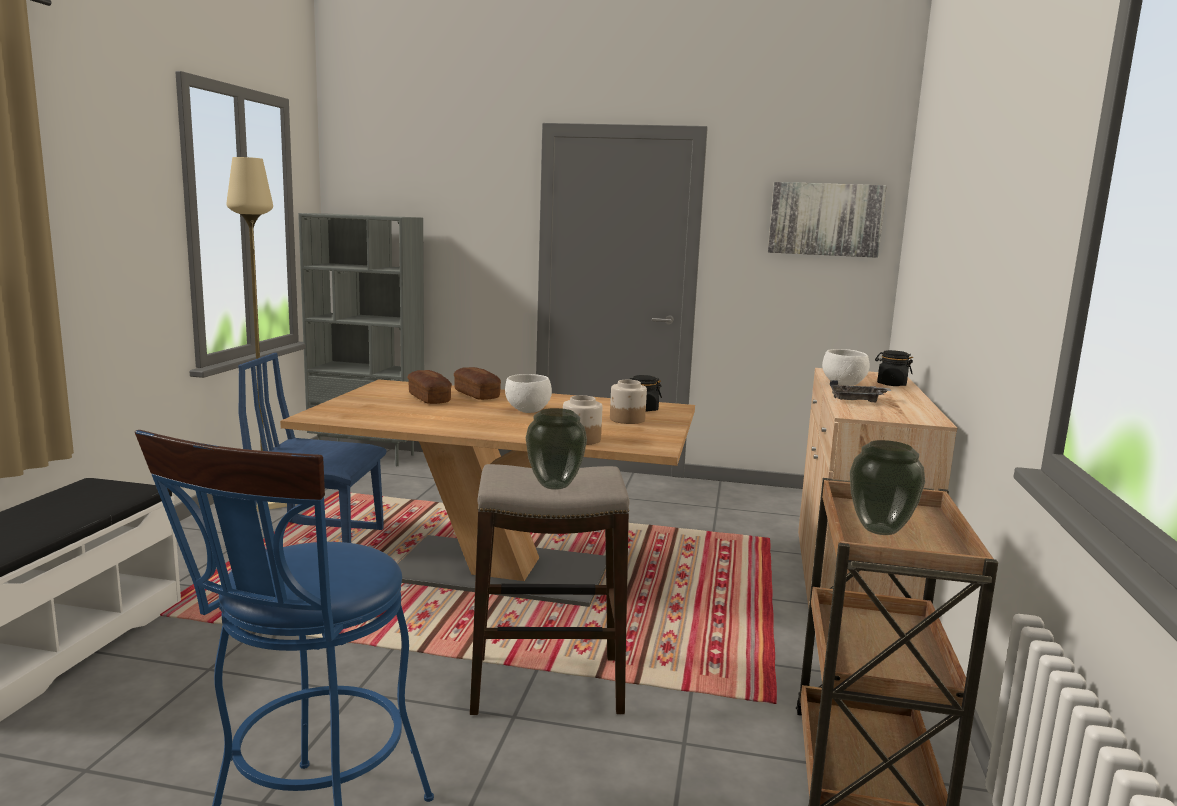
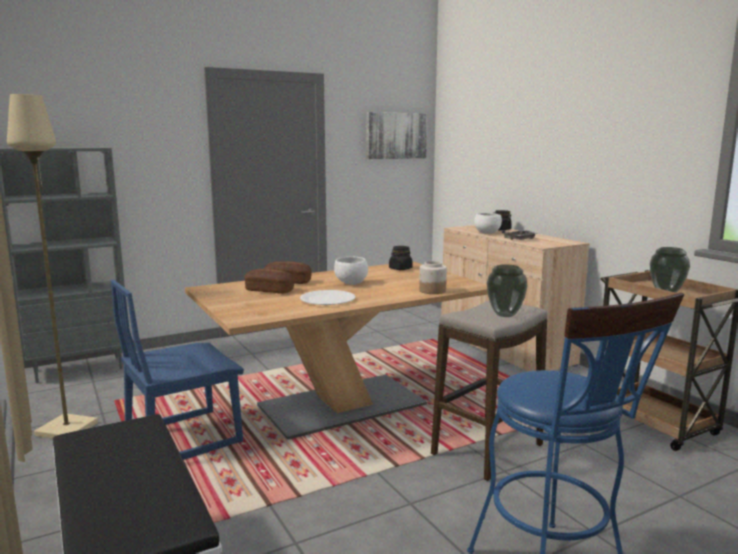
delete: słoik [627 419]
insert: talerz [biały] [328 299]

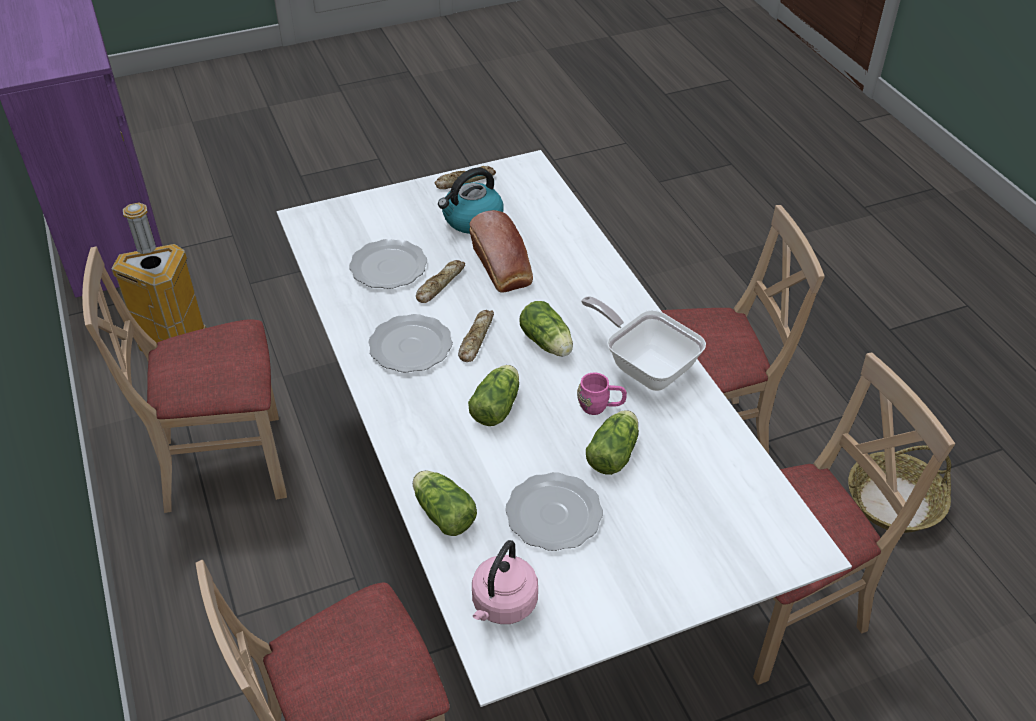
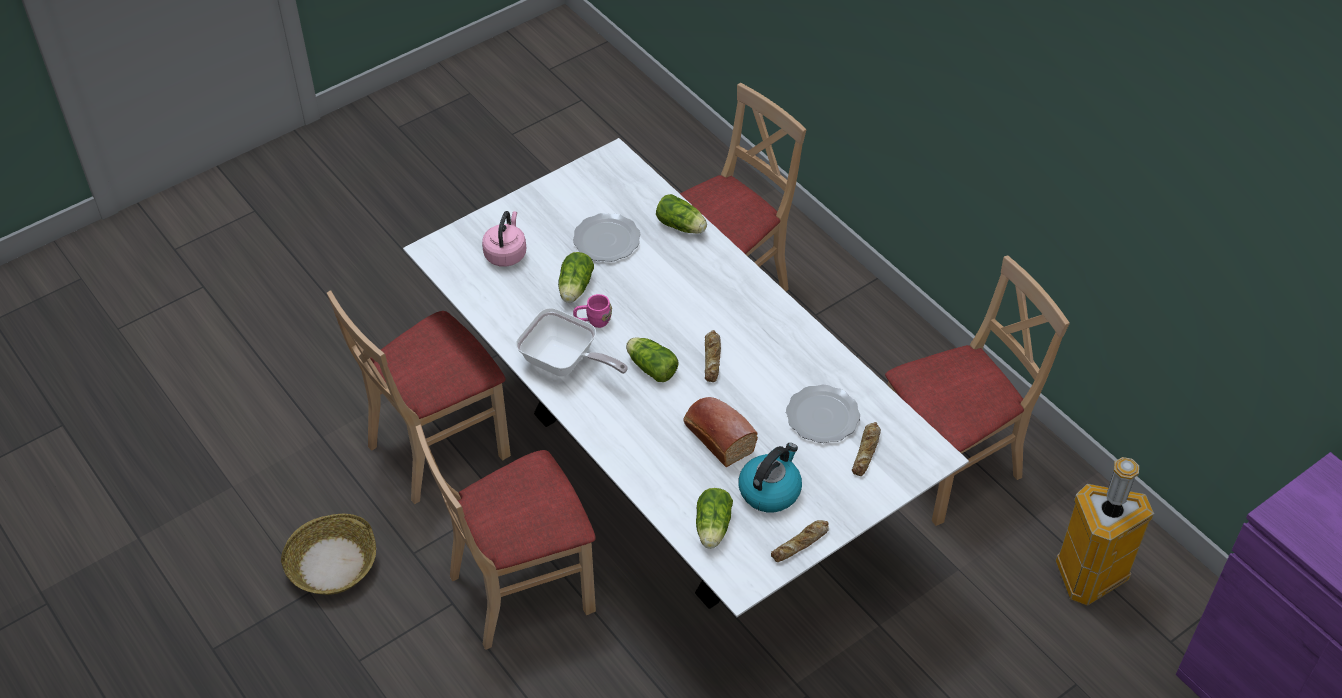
delete: talerz [412 345]
move: chleb [439 284] to [866 452]; sałata [497 405] to [712 529]; czajnik [różowy] [503 605] to [506 253]

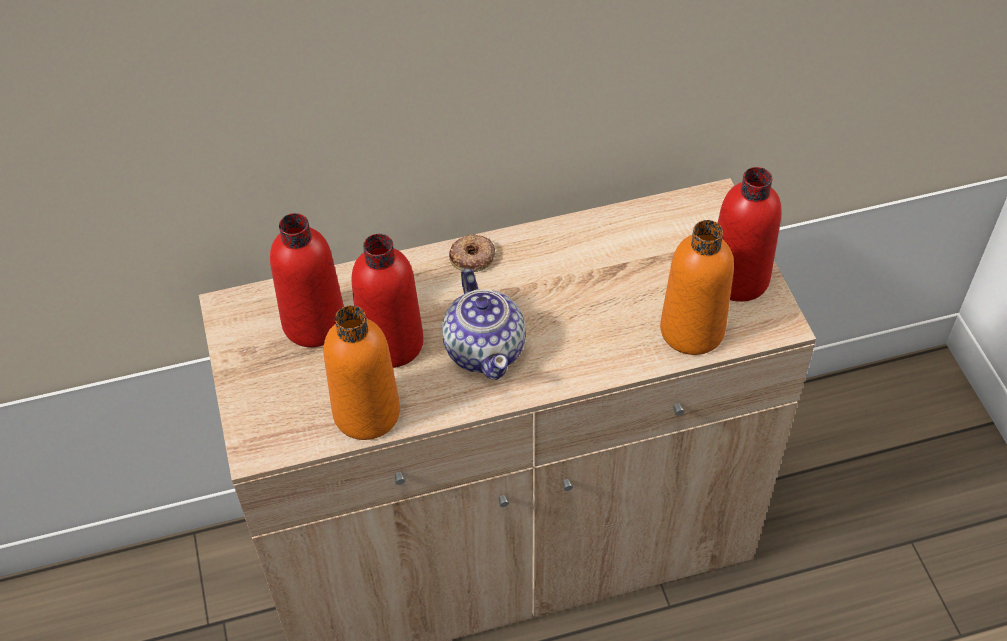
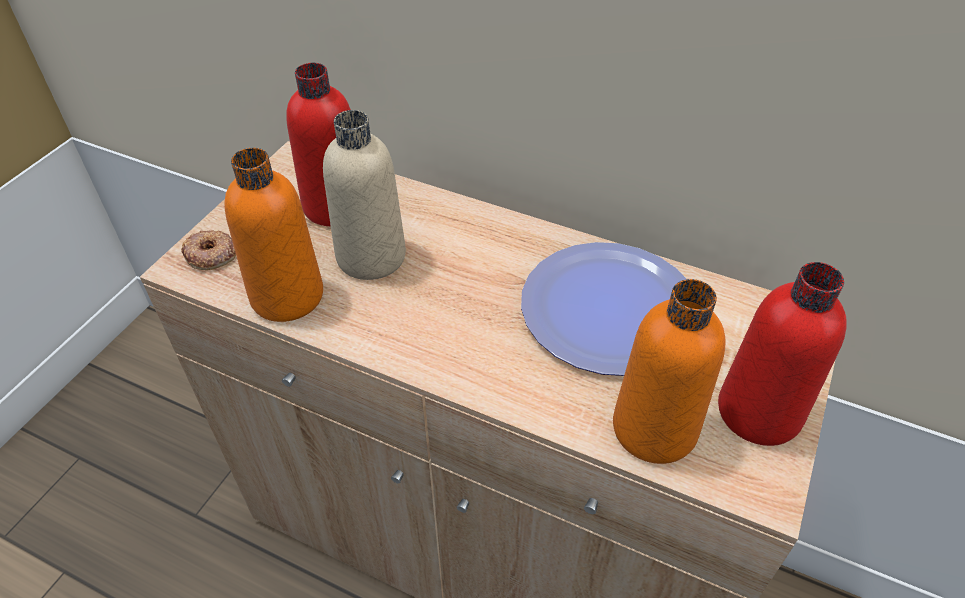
delete: imbryk [485 349]
insert: talerz [610 309]
move: donut [473 257] to [210 255]
recolor: butelka [czerwony] [391 343] to butelka [beżowy] [371 256]

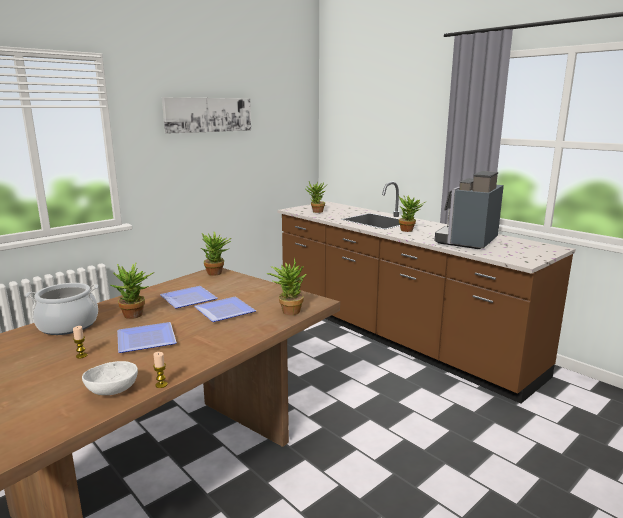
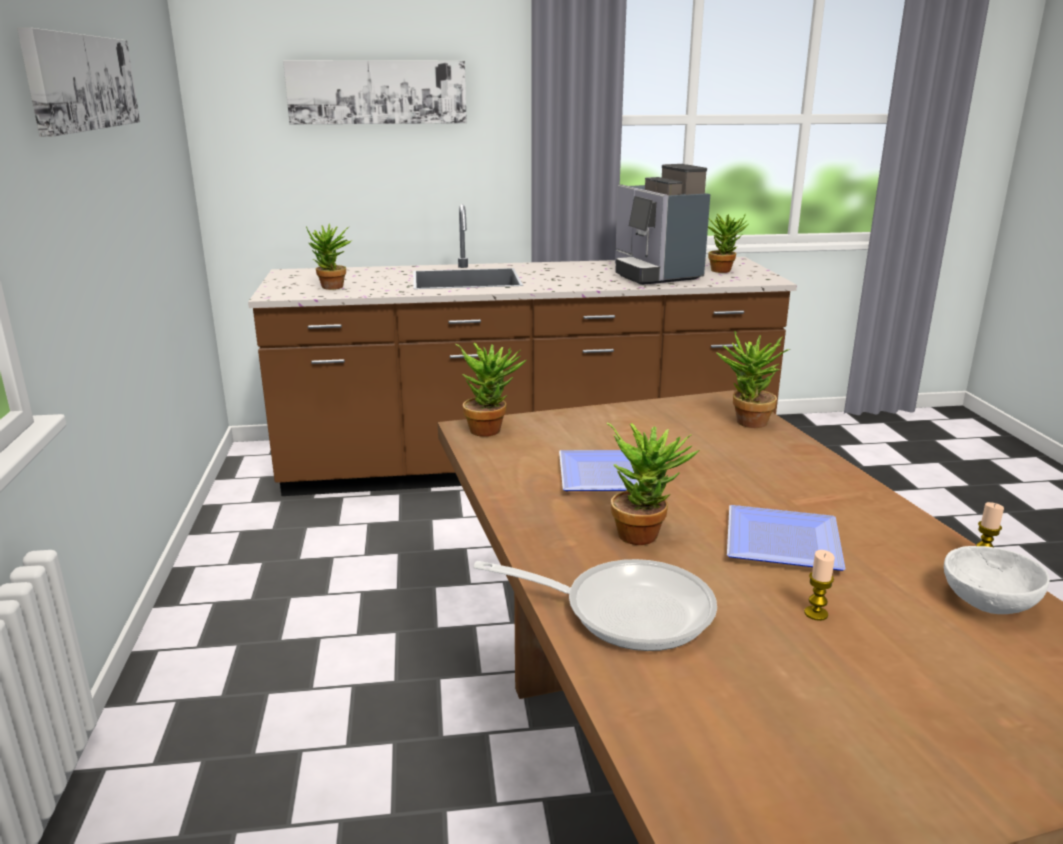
delete: talerz [224 312]
insert: obraz [377 92]
move: roślina doniczkowa [409 230] to [723 270]
replace: garnek [68 325] to patelnia [625 610]

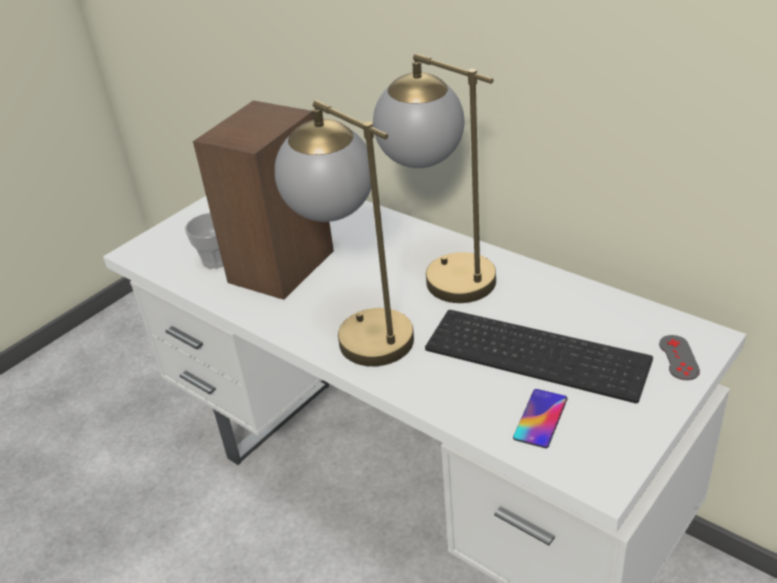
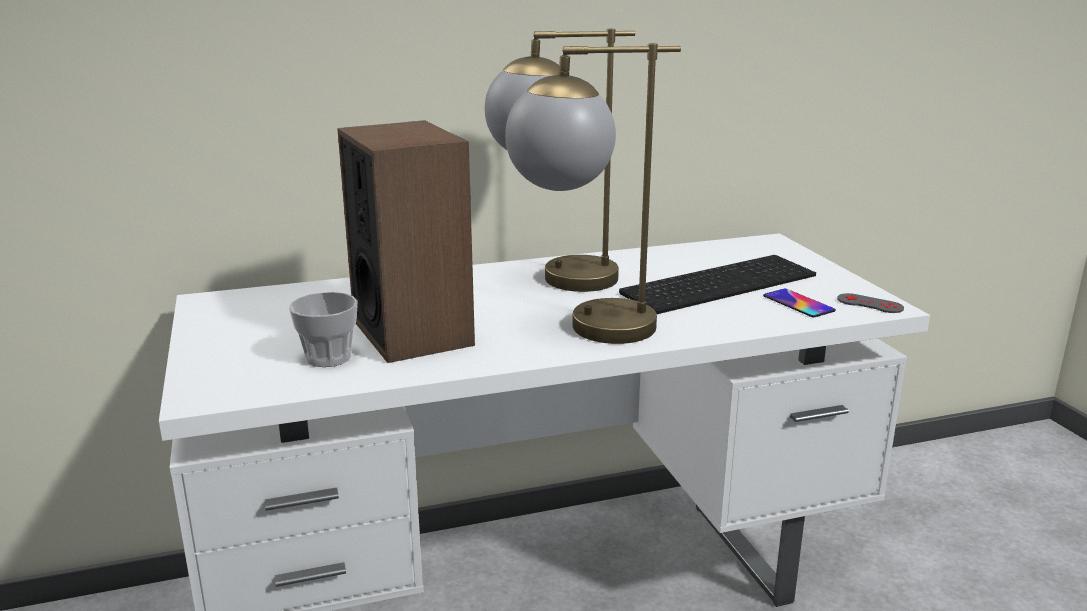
move: pad do gier [szary] [678 357] to [870 304]

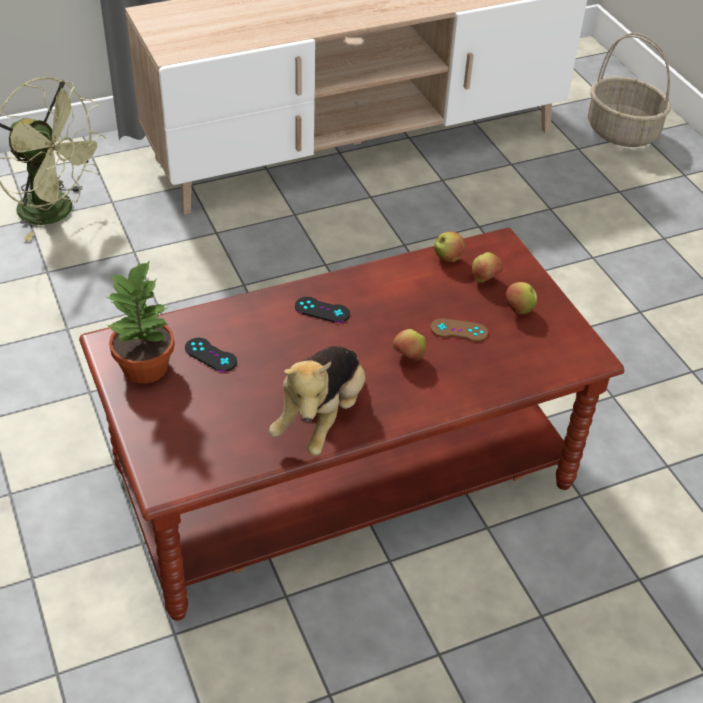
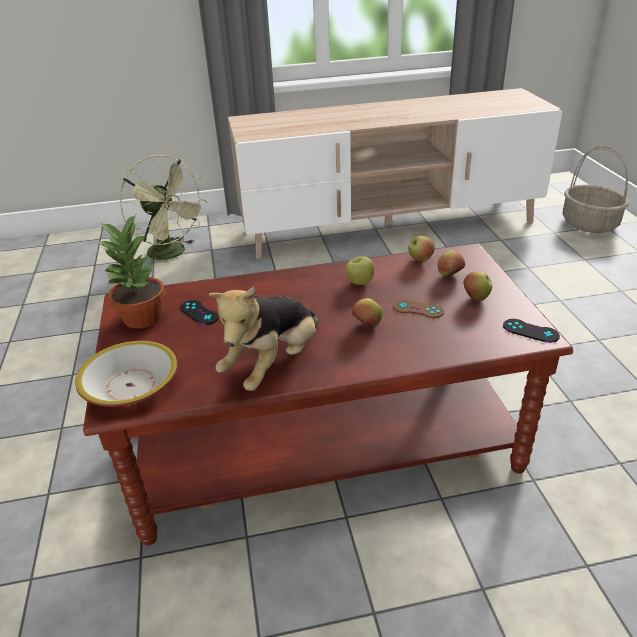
insert: miska [130 386]; jabłko [359 282]
move: pad do gier [czarny] [322 310] to [530 331]

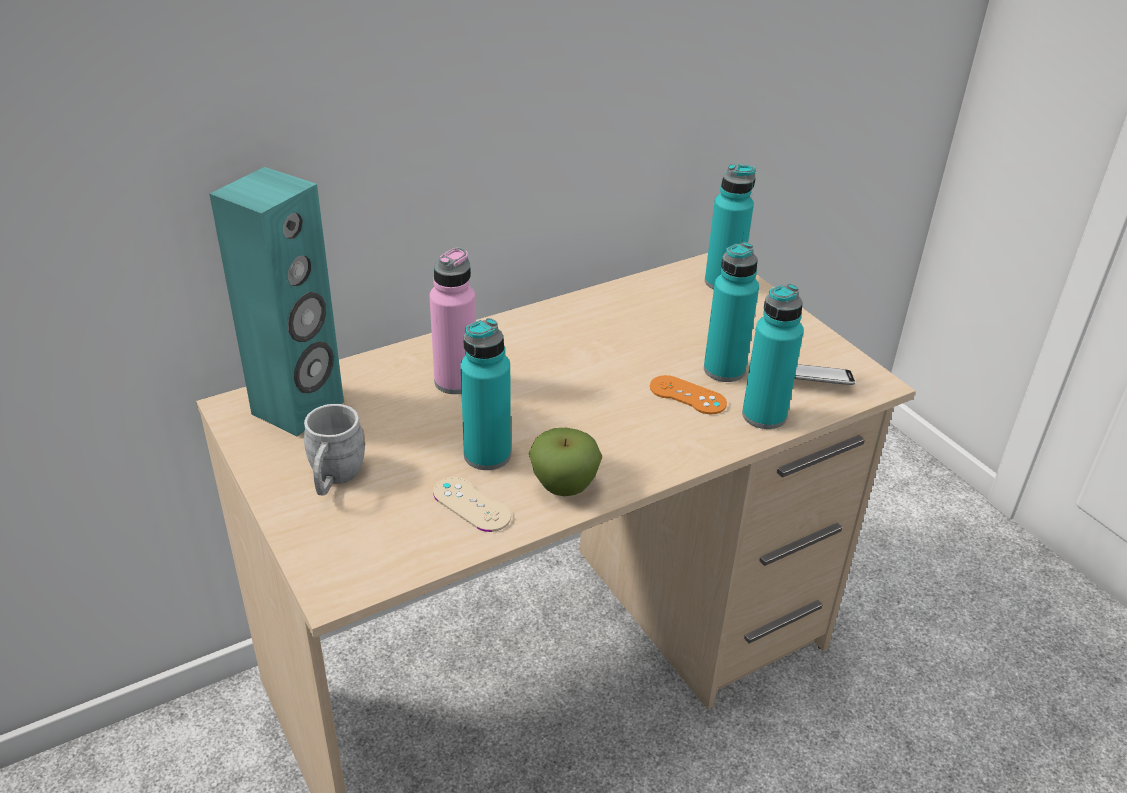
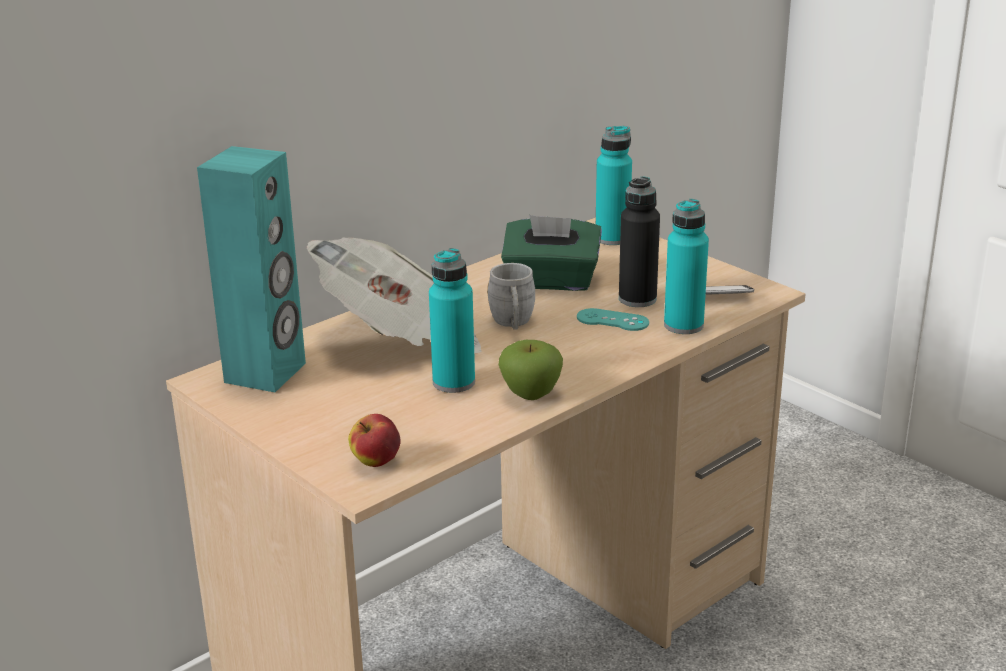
delete: pad do gier [beżowy] [471 504]
insert: jabłko [376 462]; pudełko chusteczek [zielony] [551 281]
move: kubek [szary] [334 478] to [512 324]
replace: butelka [różowy] [456 381] to gazeta [402 337]
recolor: pad do gier [pomarańczowy] [687 395] to pad do gier [turkusowy] [612 320]; butelka [turkusowy] [724 370] to butelka [czarny] [637 299]

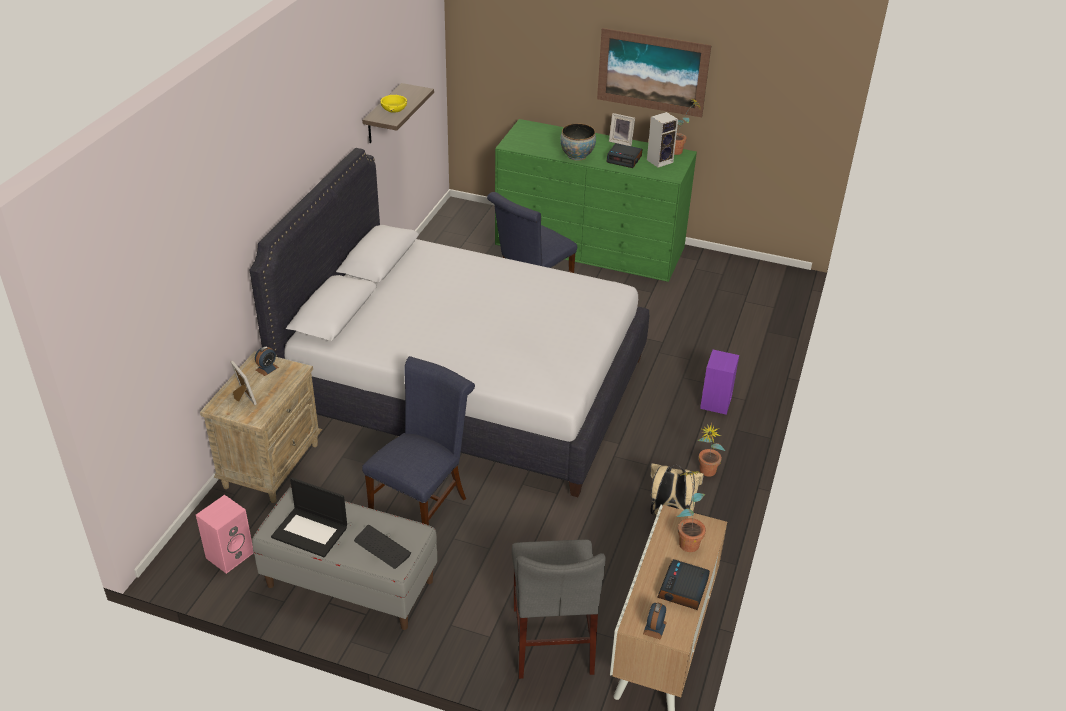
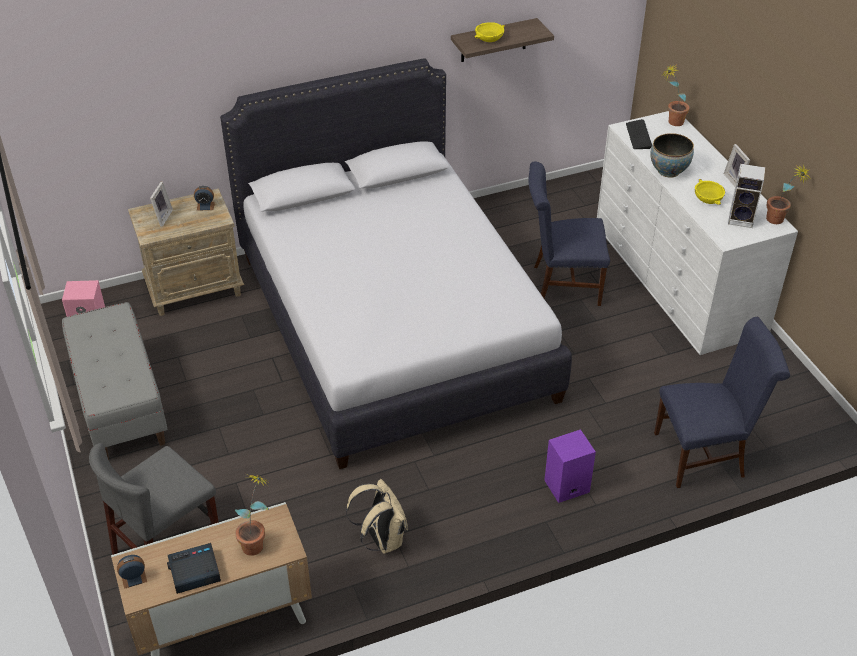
delete: laptop [311 532]; obraz [652 72]
move: klawiatura [382 548] to [638 135]; krzesło [niebieski] [422 502] to [705 454]; roślina doniczkowa [705 474] to [671 122]
replace: budzik [624 159] to miska [żółty] [708 198]
recolor: komoda [zielony] [590 246] to komoda [biały] [678 277]

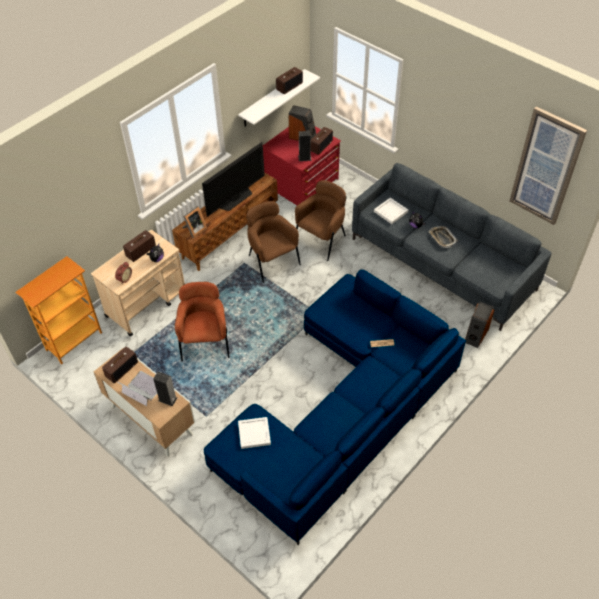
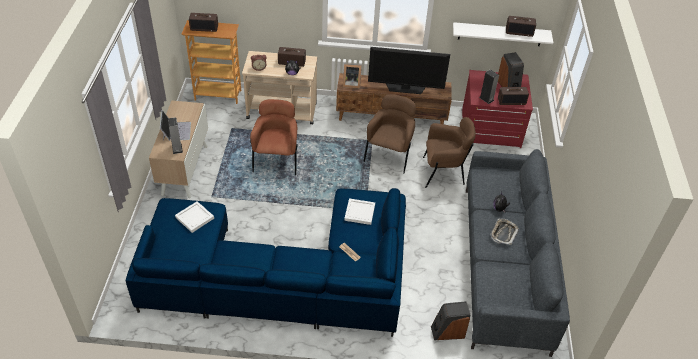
delete: obraz [546 167]
move: radio [121 369] to [204 28]; taca [biały] [390 212] to [359 212]
rotate: fotel [brązowy] [205 342] = [276 160] 45 degrees counterclockwise

